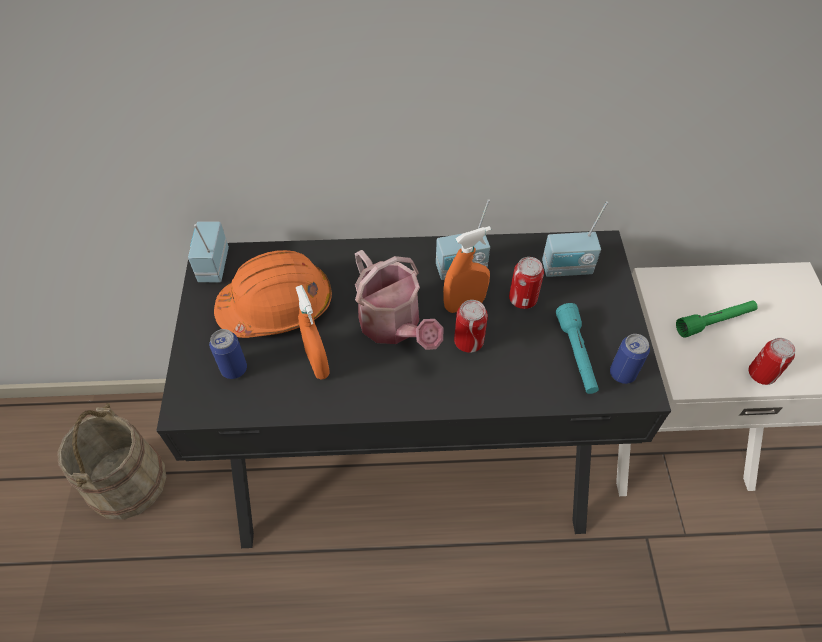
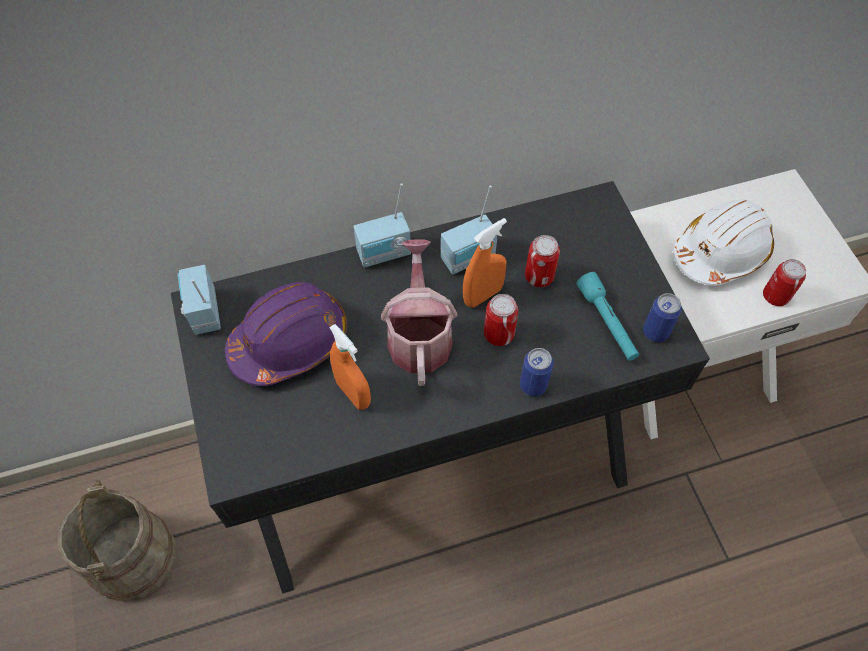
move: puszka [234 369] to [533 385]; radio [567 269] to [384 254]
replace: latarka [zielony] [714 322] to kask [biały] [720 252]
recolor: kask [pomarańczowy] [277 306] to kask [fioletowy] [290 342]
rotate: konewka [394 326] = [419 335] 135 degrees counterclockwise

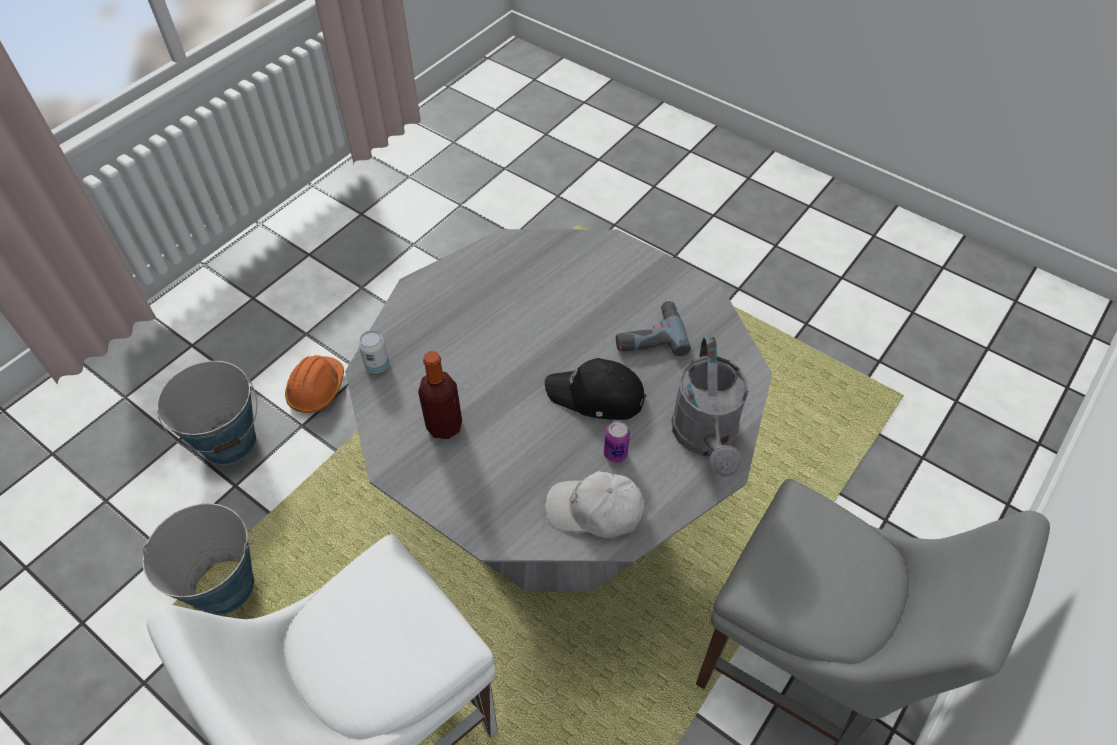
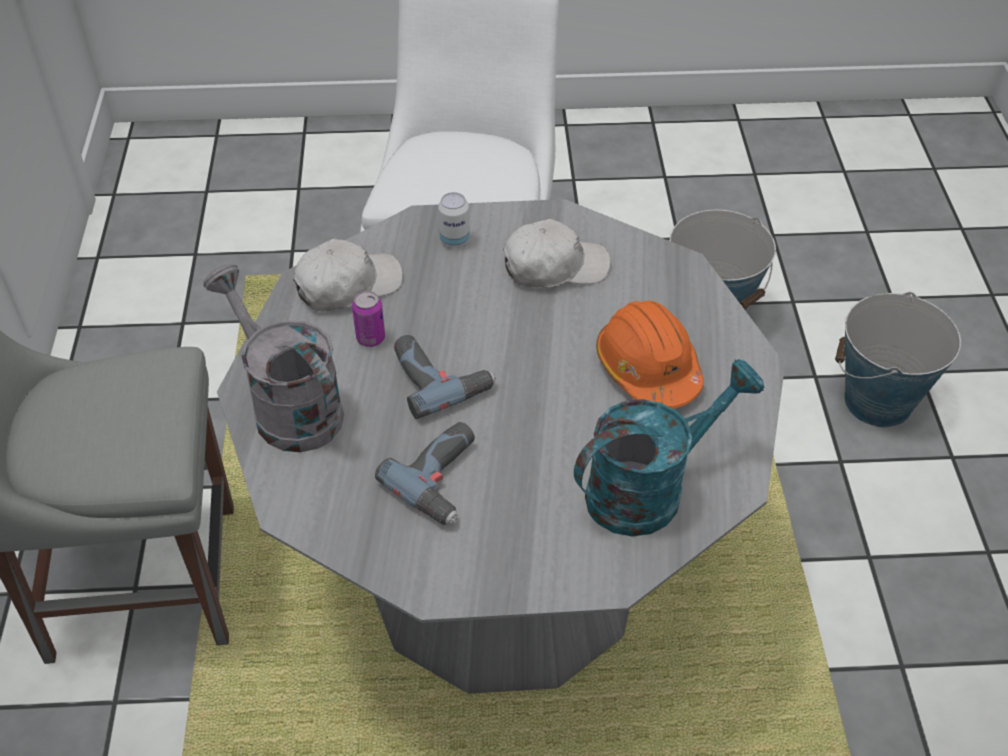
insert: konewka [turkusowy] [649 488]
move: kask [pomarańczowy] [316 389] to [647 369]; puszka [377 365] to [454 240]
replace: butelka [444 426] to czapka z daszkiem [biały] [554 267]; czapka z daszkiem [czarny] [596 396] to wiertarka [439 377]

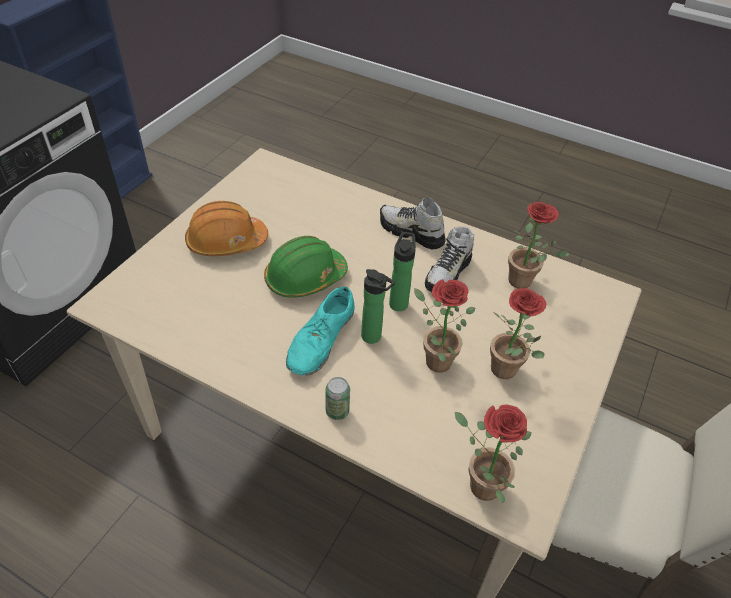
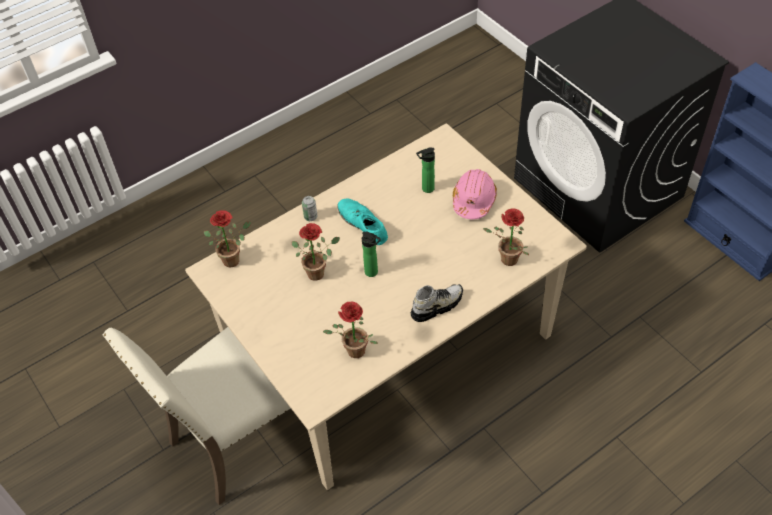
delete: kask [zielony] [305 278]; but [448 274]
move: butelka [374 338] to [426 189]; roślina doniczkowa [508 372] to [505 260]
recolor: kask [pomarańczowy] [226 242] to kask [różowy] [473 200]

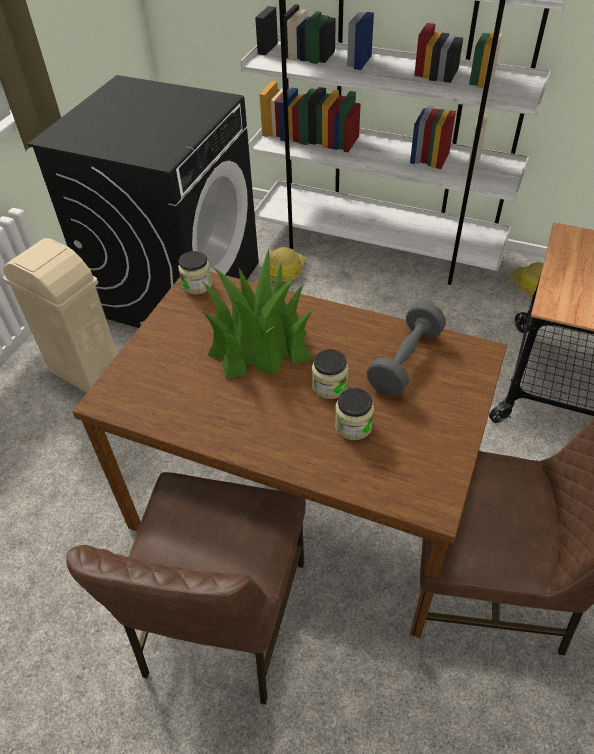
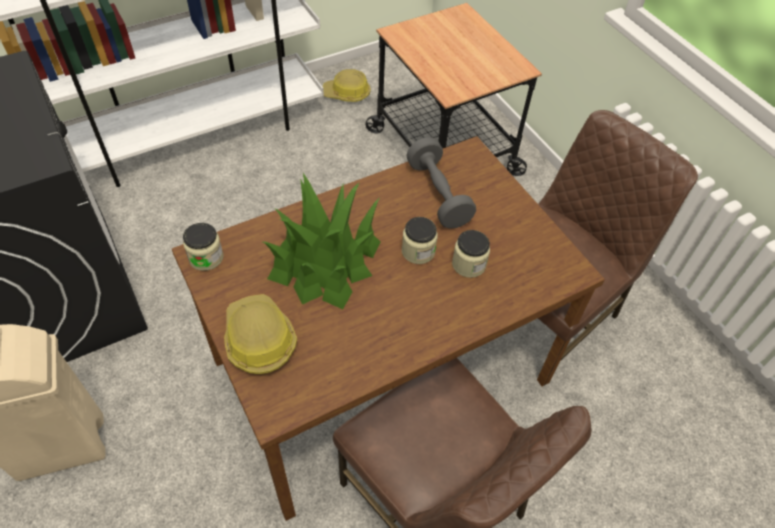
move: kask [284 271] to [258 339]

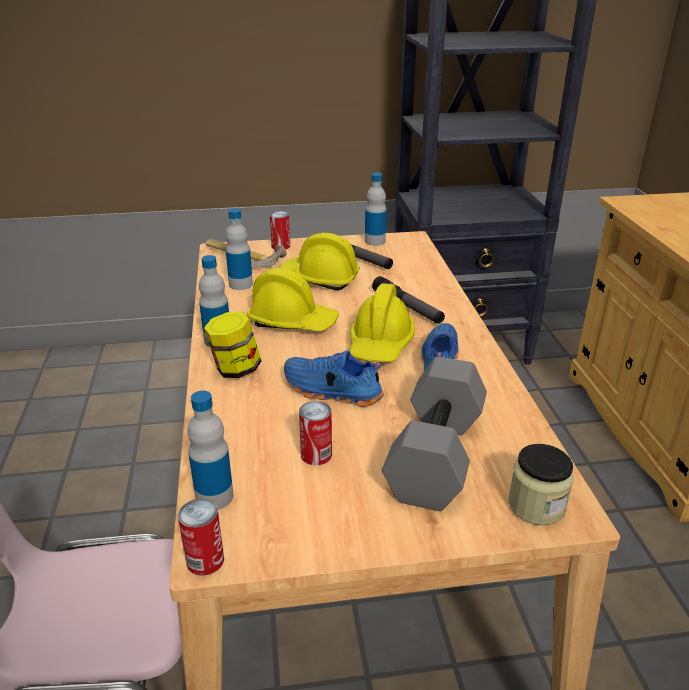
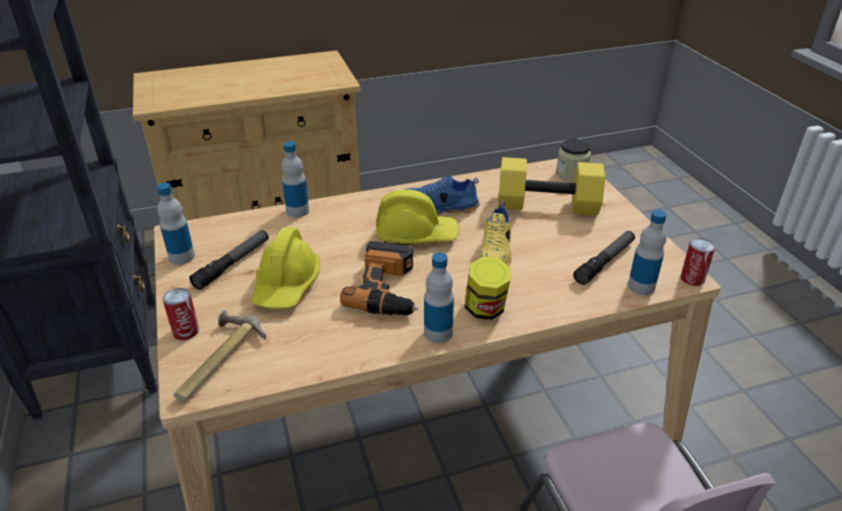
delete: puszka [316 454]
move: butelka [240 284] to [297 211]; latarka [407 307] to [605 262]
replace: kask [żółty] [293 322] to wiertarka [388 289]
recolor: but [niebieski] [331 391] to but [żółty] [496 252]; hantel [szary] [437 457] to hantel [żółty] [548 204]

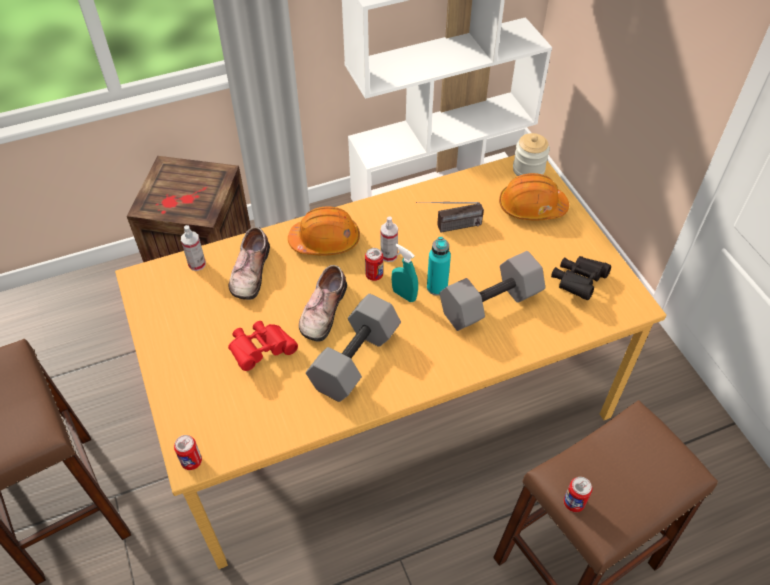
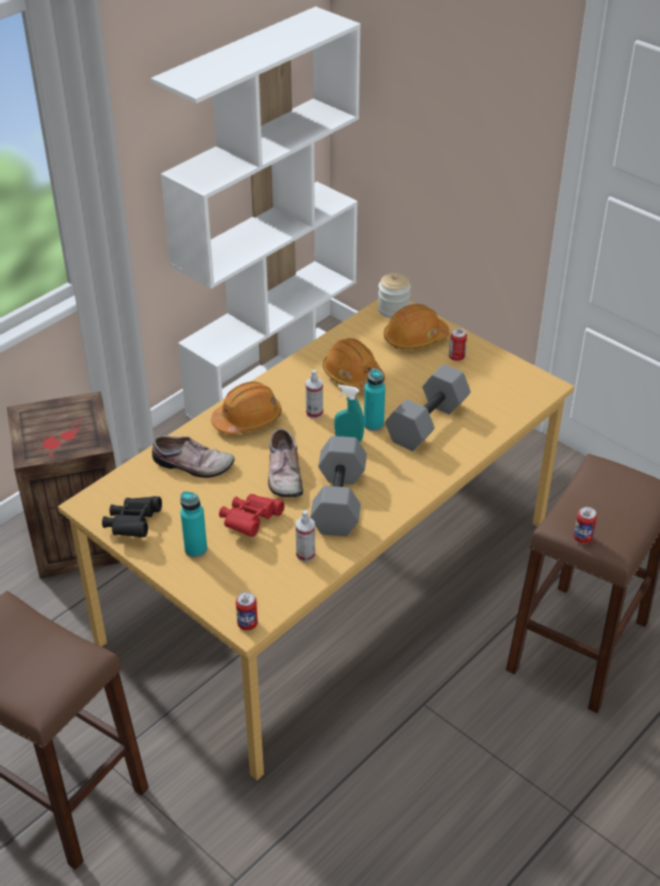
insert: butelka [turkusowy] [196 549]
move: spryskiwacz [197 264] to [305 555]; puszka [374 275] to [456 357]; lornetka [czarny] [578 282] to [133 525]
replace: radio [448 228] to kask [pomarańczowy] [353 376]
rotate: but [249 271] = [192 465] 60 degrees counterclockwise

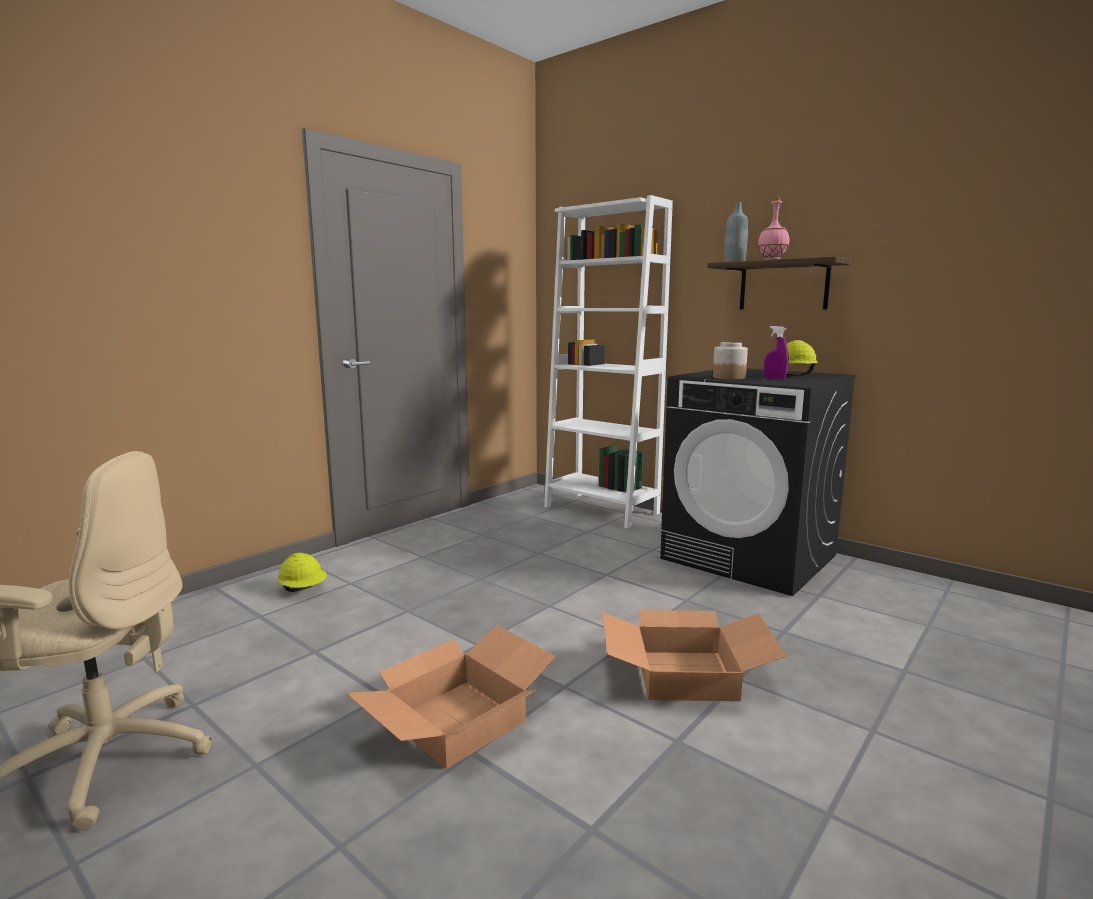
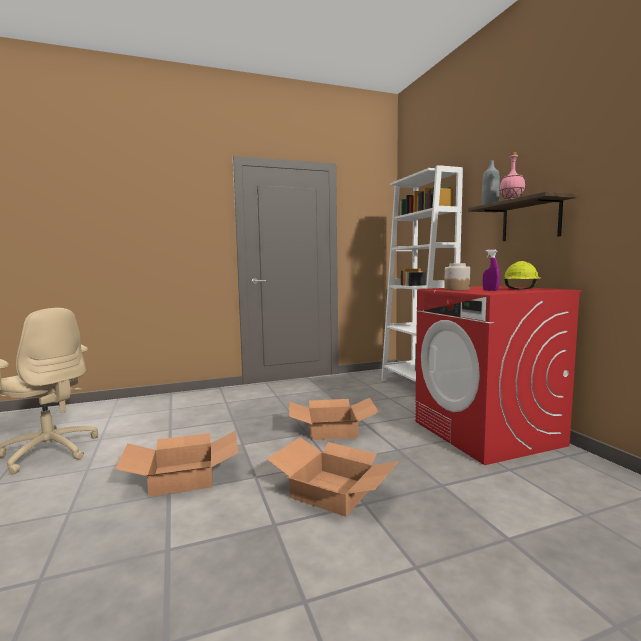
delete: kask [żółty] [303 590]
insert: karton [333 429]
recolor: pralka [czarny] [750 557] to pralka [czerwony] [487 433]

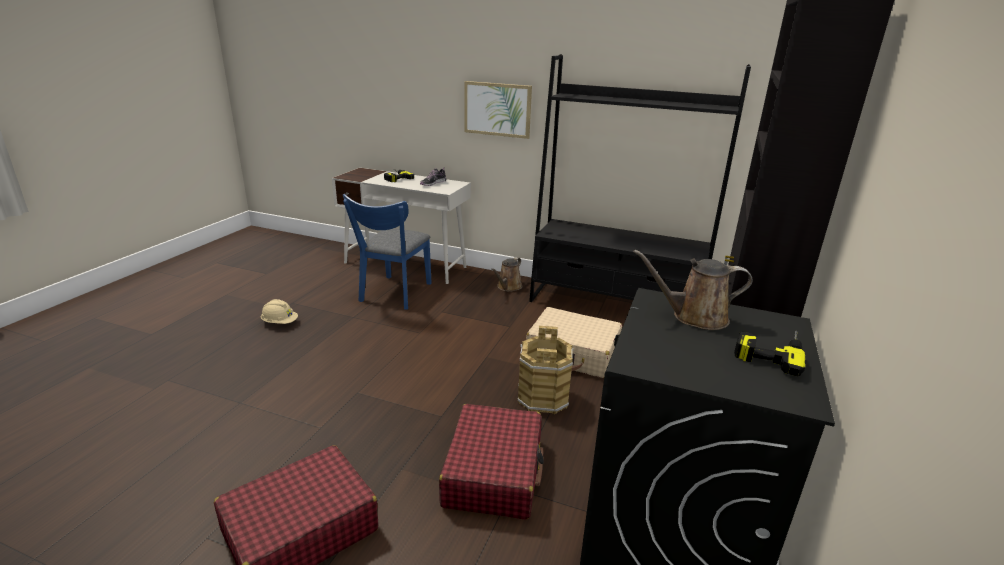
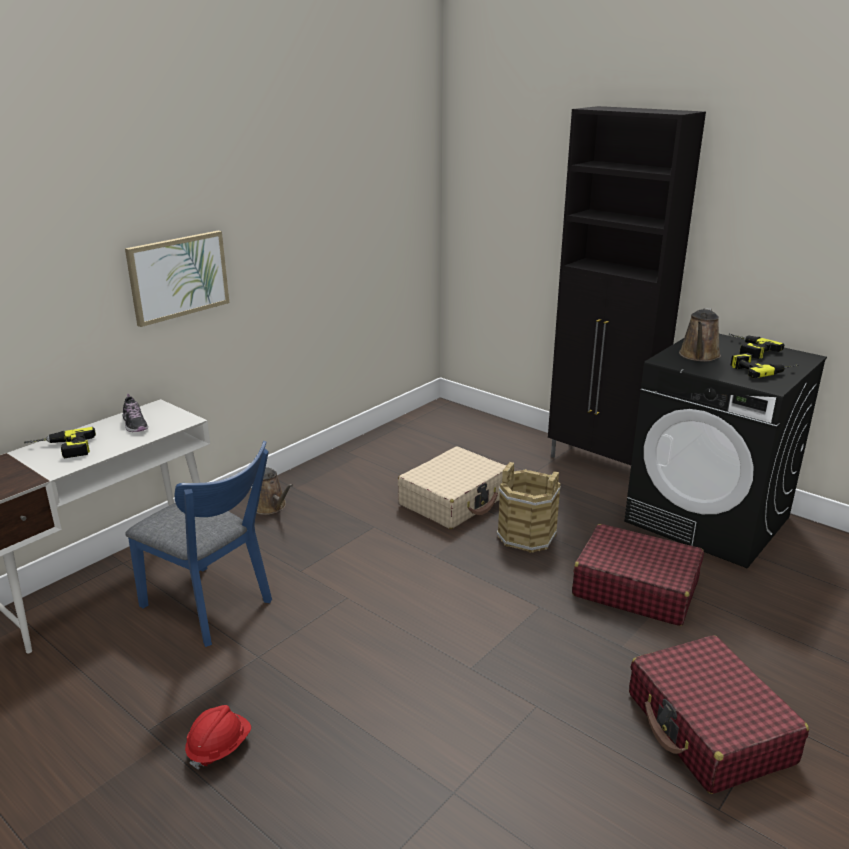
delete: regał [czarny] [614 306]
insert: wiertarka [762 369]
recolor: kask [beżowy] [280 323] to kask [czerwony] [219 747]

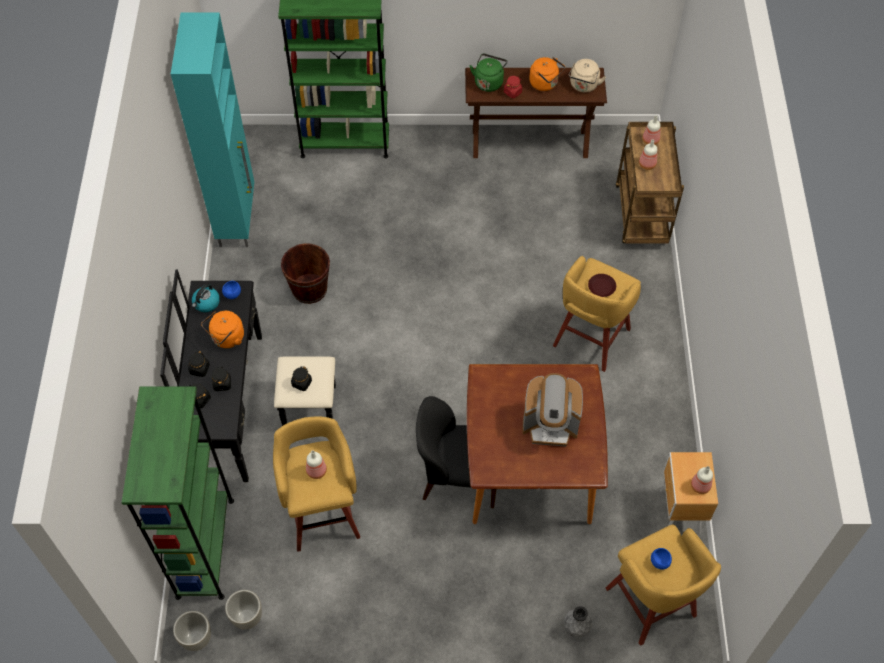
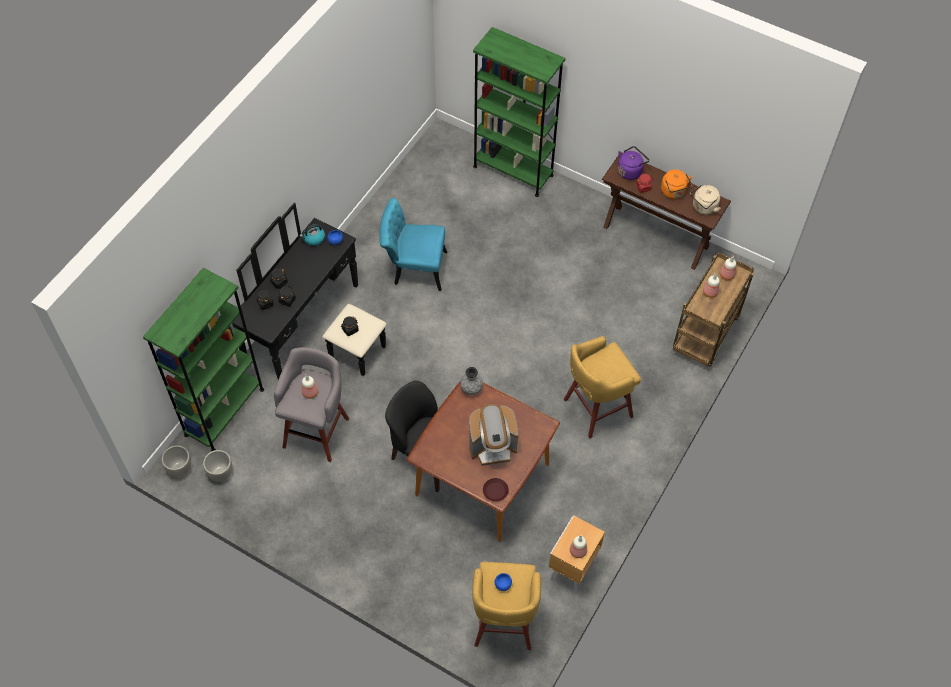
delete: szafka [turkusowy] [237 219]; czajnik [pomarańczowy] [226 338]
move: wazon [szary] [576 627] to [471 389]; talerz [brązowy] [601 287] to [495 491]
replace: wiadro [brązowy] [309 289] to krzesło [turkusowy] [413 268]
recolor: stołek [żółty] [323 512] to stołek [szary] [317 431]; czajnik [zielony] [489 82] to czajnik [fioletowy] [630 171]
rotate: ekspres do kawy [550 425] = [493 447] 45 degrees counterclockwise

